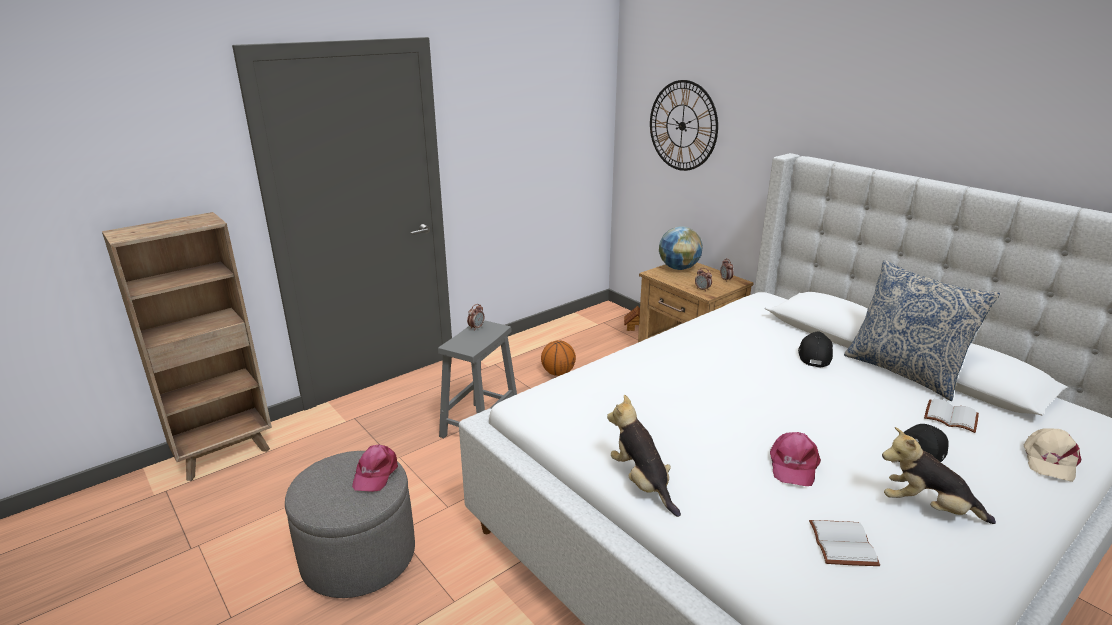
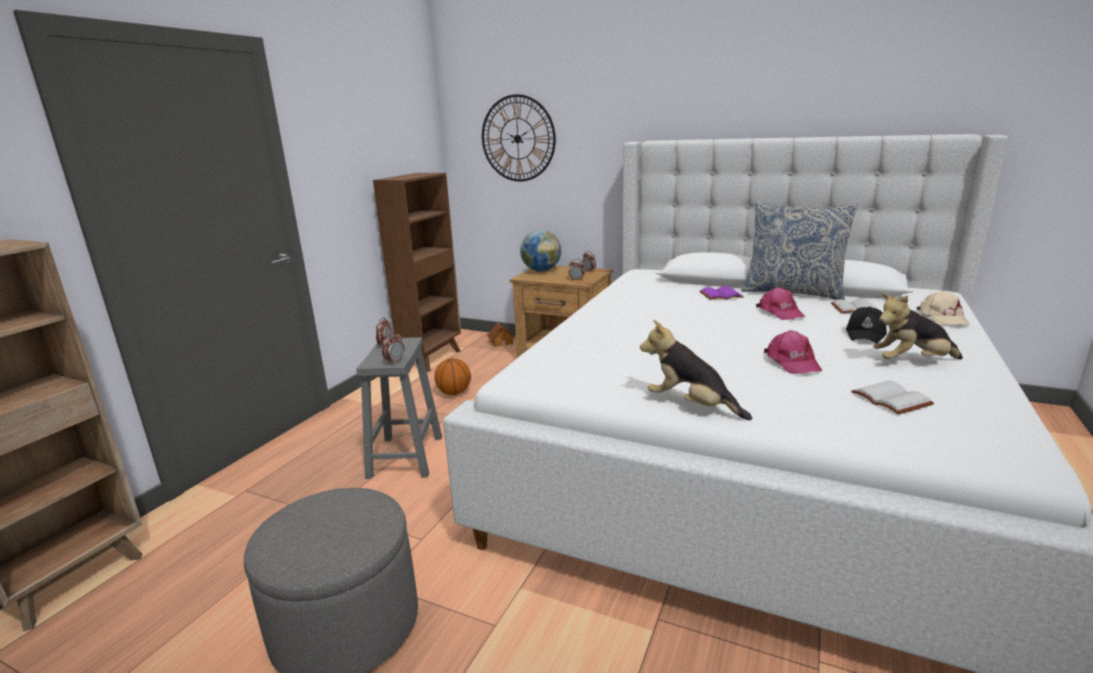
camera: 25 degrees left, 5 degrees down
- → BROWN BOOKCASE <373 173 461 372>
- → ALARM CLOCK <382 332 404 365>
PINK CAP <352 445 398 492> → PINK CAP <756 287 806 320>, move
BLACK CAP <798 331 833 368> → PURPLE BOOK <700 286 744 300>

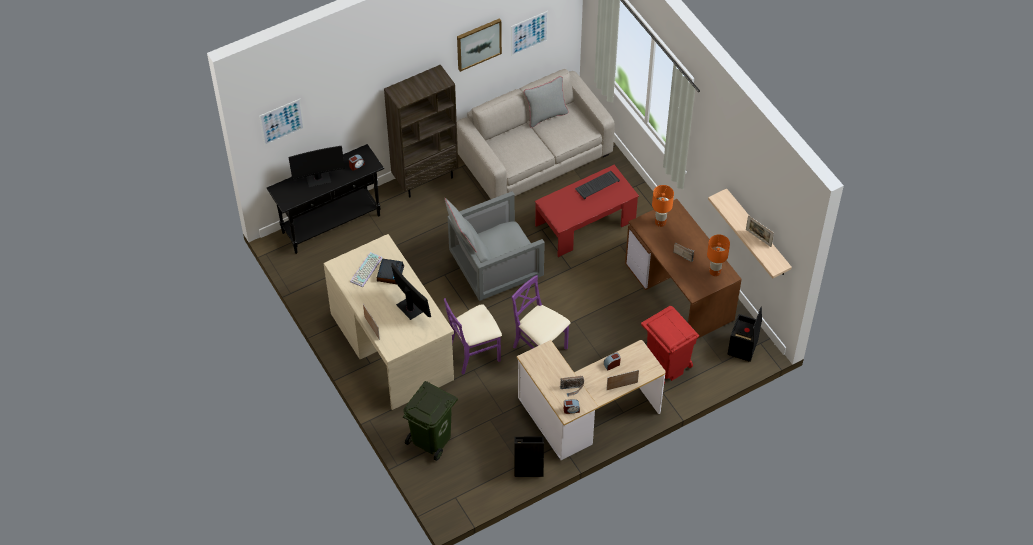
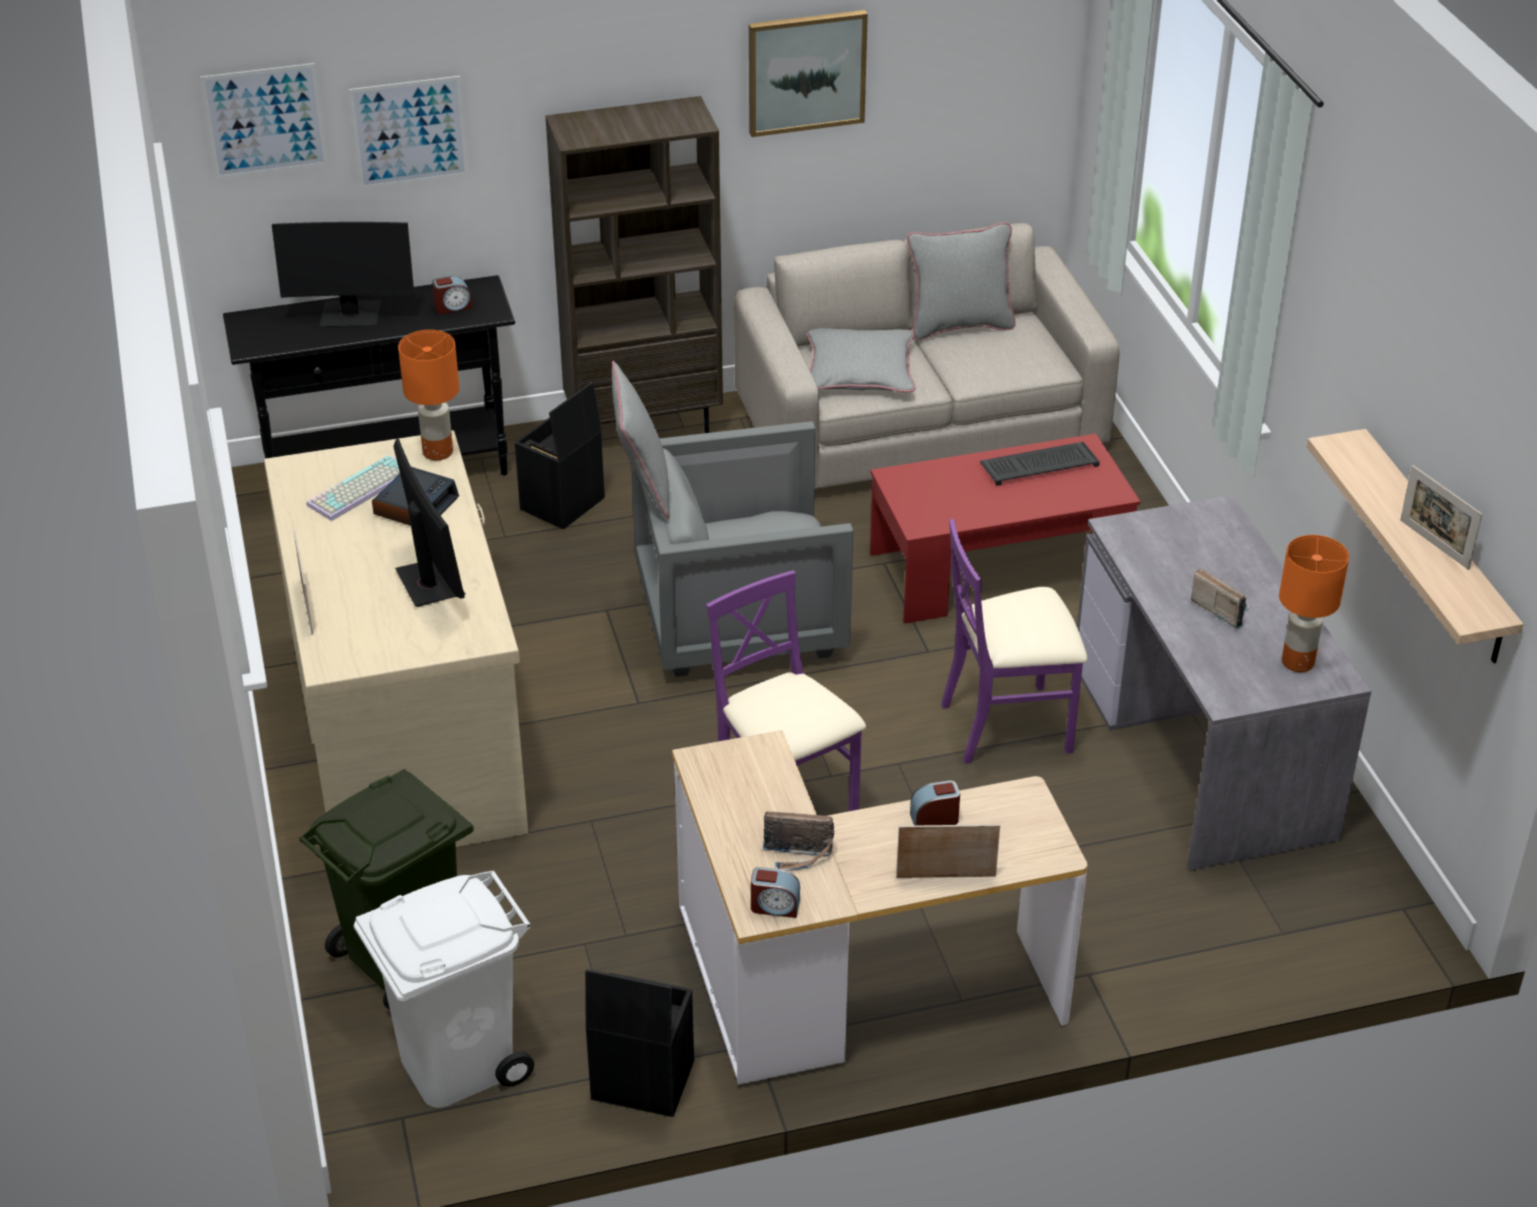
camera: 15 degrees right, 15 degrees down
RED TRASH CAN <641 306 699 384> → -
- → WHITE TRASH CAN <354 871 534 1108>
- → GREY PILLOW <806 328 916 392>
PURPLE CHAIR <444 298 502 375> → PURPLE CHAIR <941 519 1087 764>, move
PICTURE <511 11 548 56> → PICTURE <349 76 469 189>, move
ORANGE TABLE LAMP <652 185 674 227> → ORANGE TABLE LAMP <398 330 459 460>, move
BLACK STORAGE BOX <727 307 762 362> → BLACK STORAGE BOX <515 382 605 530>, move
BROWN DESK <625 199 742 339> → GREY DESK <1077 495 1371 870>

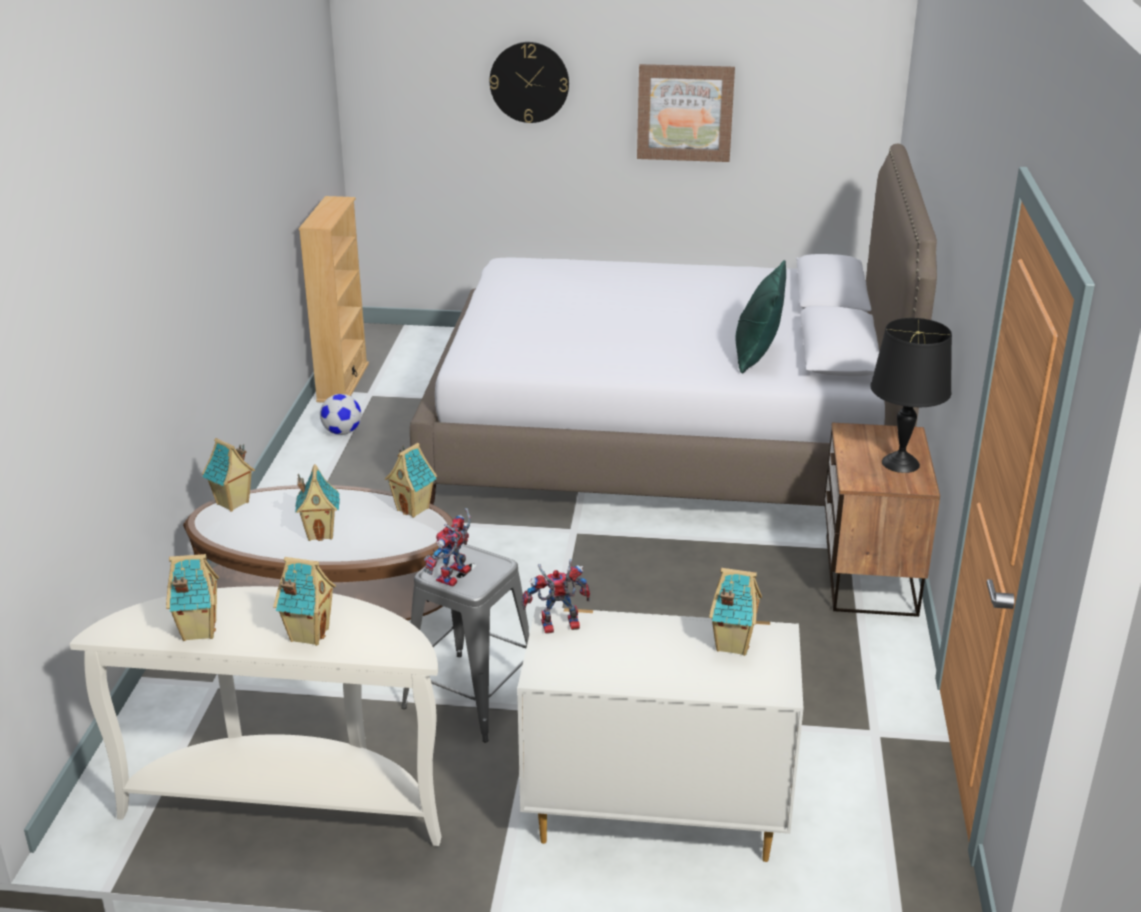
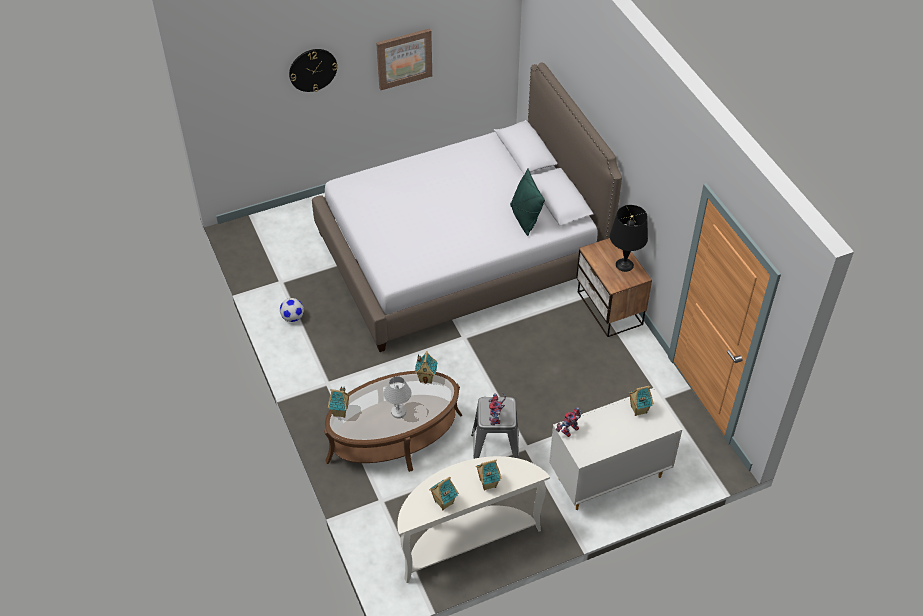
camera: 30 degrees left, 20 degrees up
BEIGE BOOKCASE <299 196 369 403> → -
TOY HOUSE <295 464 340 541> → WHITE TABLE LAMP <384 376 411 418>

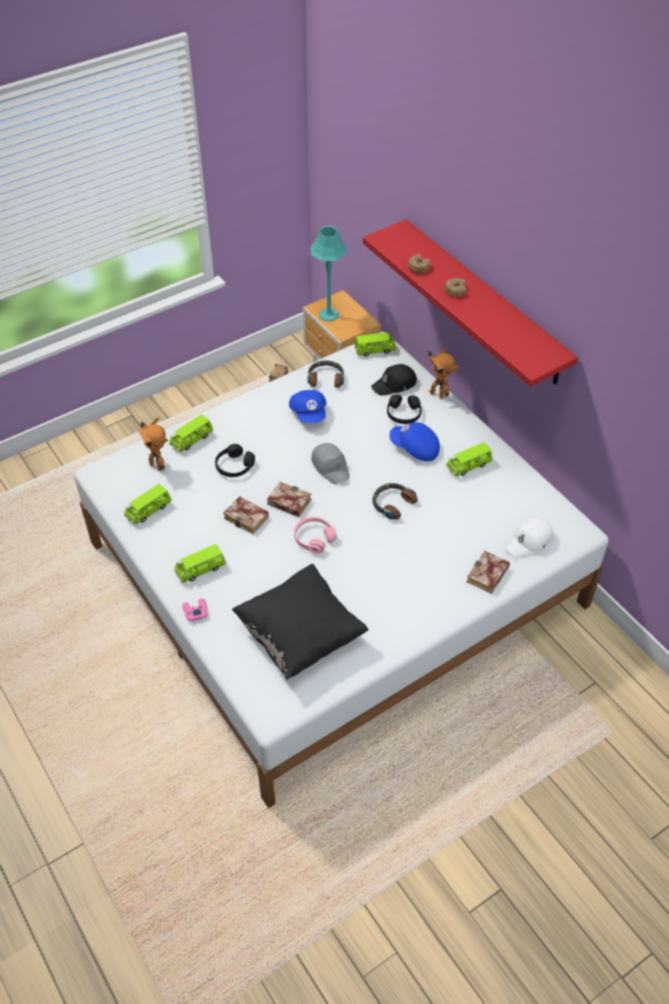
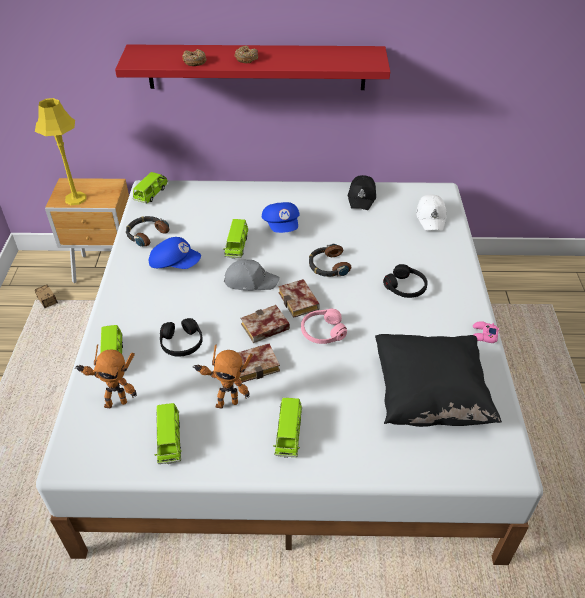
camera: 55 degrees left, 5 degrees down
PINK GAME CONTROLLER <182 598 208 622> → PINK GAME CONTROLLER <473 321 499 343>, move
BLACK CAP <371 364 417 396> → BLACK CAP <348 175 376 210>, move
BLACK HEADPHONES <387 394 422 424> → BLACK HEADPHONES <383 264 428 298>, move
TOY ROBOT <428 347 460 399> → TOY ROBOT <193 344 253 409>, move
GREEN TOY CAR <446 442 492 476> → GREEN TOY CAR <223 219 249 259>, move
BOOK <467 551 510 594> → BOOK <278 279 320 318>, move
TURQUOISE TABLE LAMP <311 226 346 321> → YELLOW TABLE LAMP <35 98 86 205>
BLUE CAP <389 422 440 462> → BLUE CAP <262 202 300 233>, 75 degrees counterclockwise

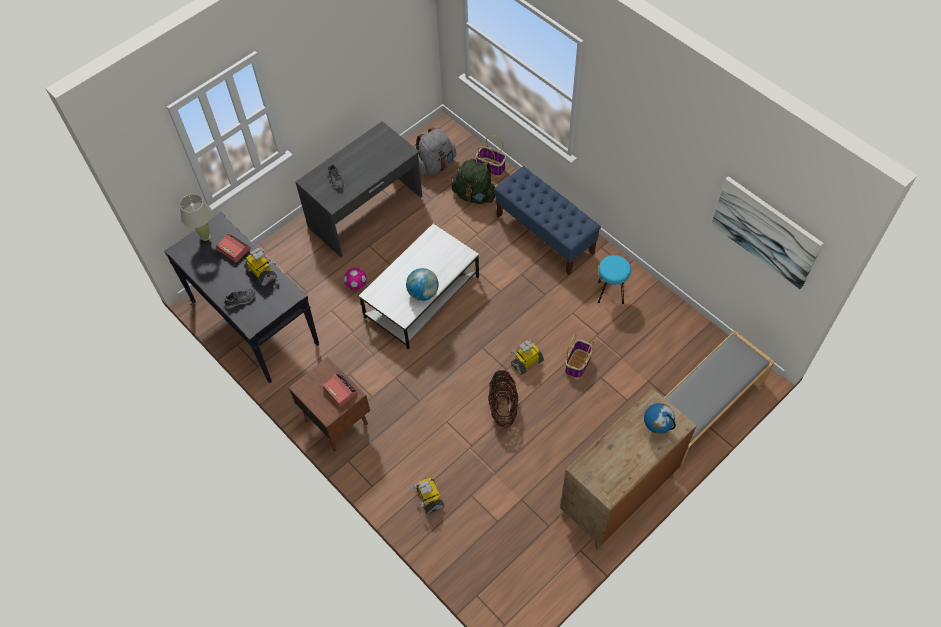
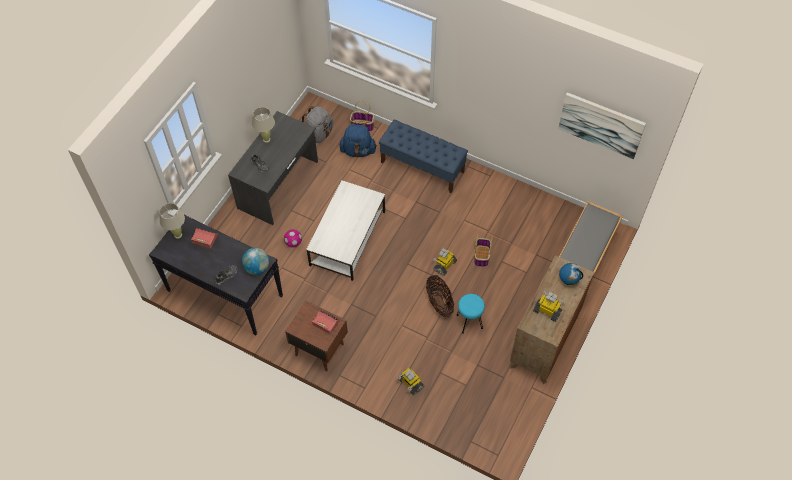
camera: 20 degrees left, 0 degrees up
- → BEIGE TABLE LAMP <252 107 275 143>
TOY ROBOT <244 248 277 286> → TOY ROBOT <533 291 564 322>, move
GLOBE <406 268 439 301> → GLOBE <242 248 269 275>, move
TURQUOISE STOOL <598 255 631 304> → TURQUOISE STOOL <456 294 485 334>, move
GREEN BACKPACK <452 159 496 204> → BLUE BACKPACK <339 123 377 157>

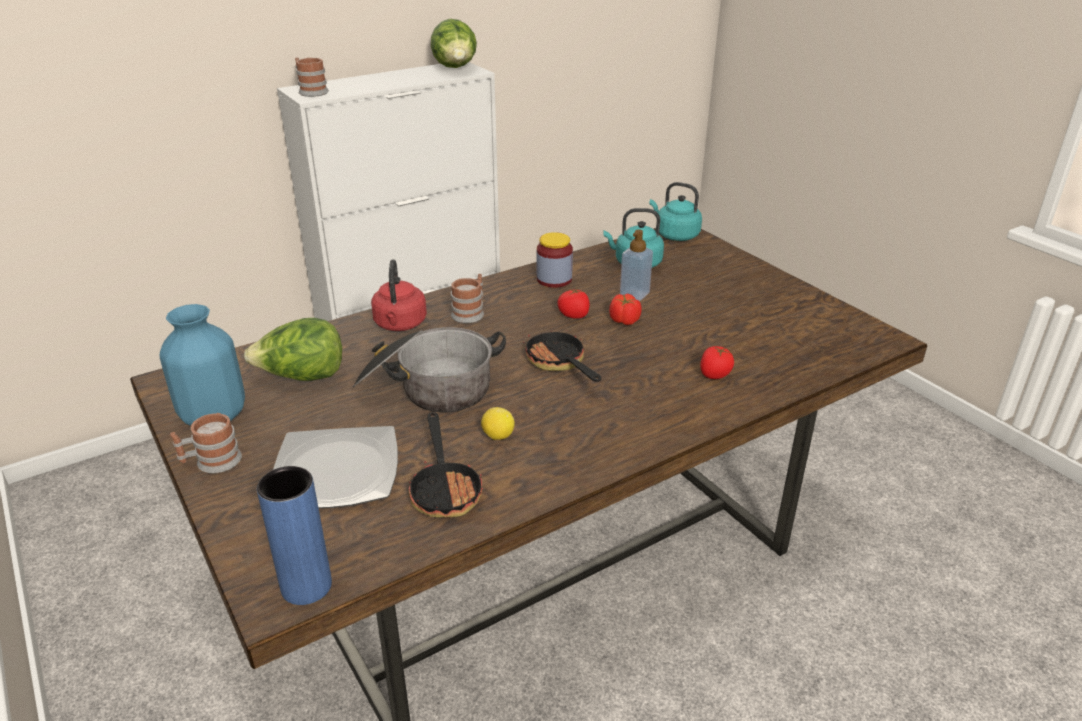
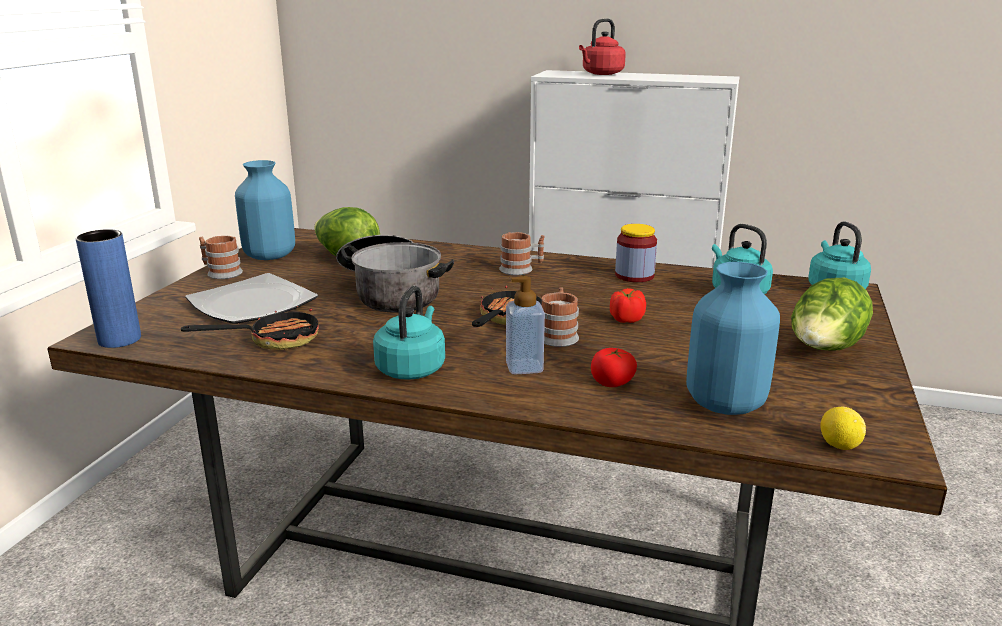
camera: 50 degrees right, 10 degrees down
TOMATO <558 287 590 319> → -
- → TURQUOISE KETTLE <373 286 445 380>
- → BLUE VASE <686 262 780 415>
MUG <295 57 329 97> → MUG <542 287 579 347>, move
RED KETTLE <371 259 427 331> → RED KETTLE <579 18 626 75>, move
LETTUCE <431 19 477 68> → LETTUCE <791 278 873 351>, move
LEMON <481 407 515 440> → LEMON <820 407 866 450>, move
SOAP DISPENSER <620 230 653 301> → SOAP DISPENSER <506 276 545 375>, move
FRYING PAN <408 412 483 518> → FRYING PAN <181 306 319 350>, 150 degrees counterclockwise

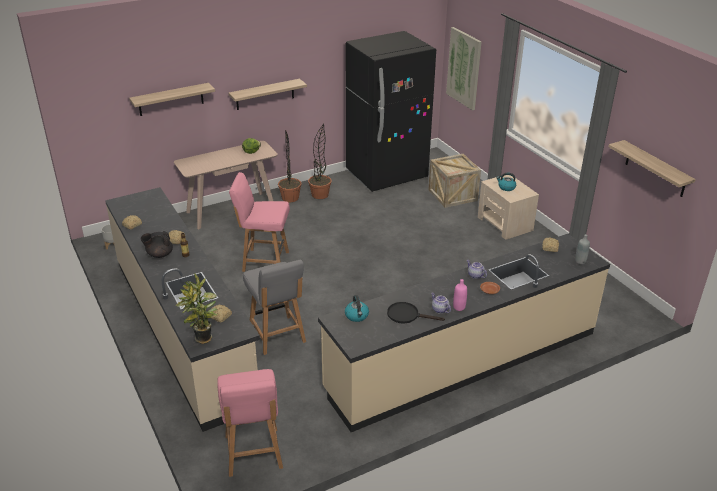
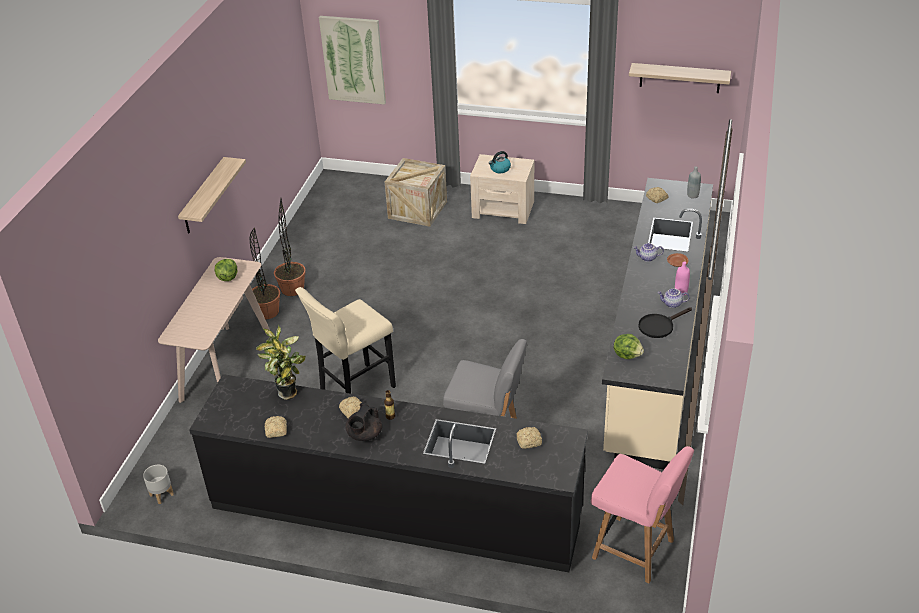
camera: 45 degrees left, 5 degrees up
SHELF <129 83 215 116> → -
BLACK FRIDGE <346 31 436 192> → -
POTTED PLANT <175 273 217 344> → POTTED PLANT <256 325 306 400>, move
PINK CHAIR <229 172 290 272> → BEIGE STOOL <295 287 396 394>
KETTLE <345 295 369 322> → LETTUCE <614 334 644 359>
BEIGE COUNTER <105 187 260 432> → BLACK COUNTER <189 374 588 572>

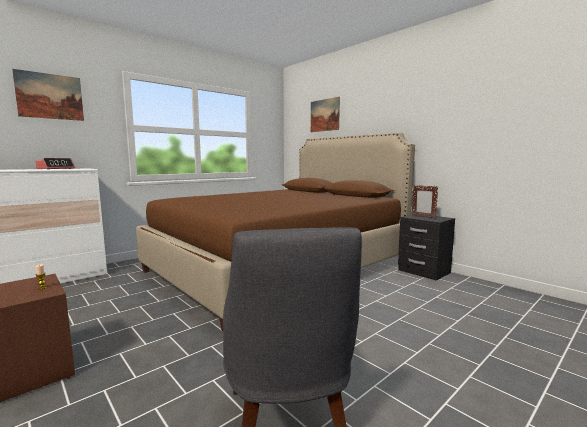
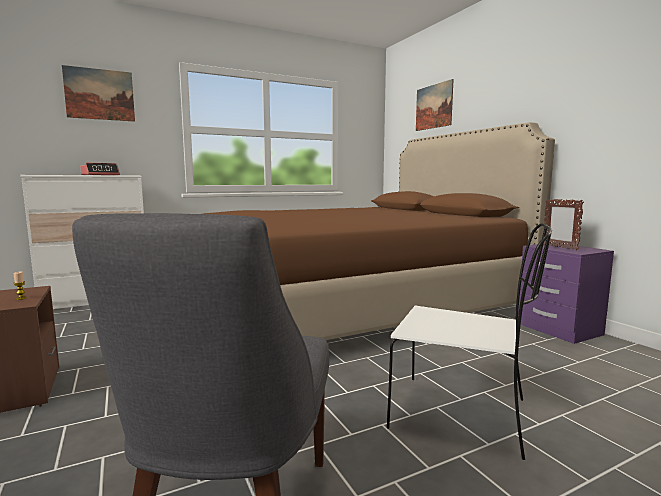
camera: 15 degrees right, 0 degrees up
- → WHITE CHAIR <387 223 552 460>
BLACK NIGHTSTAND <398 214 455 281> → PURPLE NIGHTSTAND <518 243 614 344>

